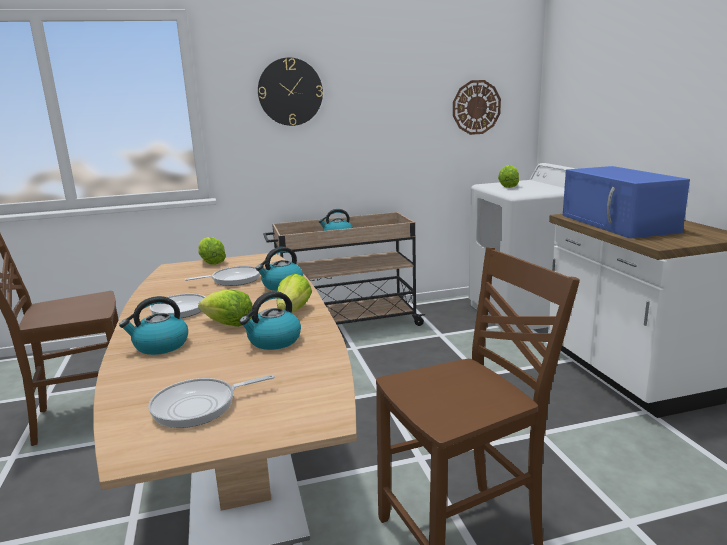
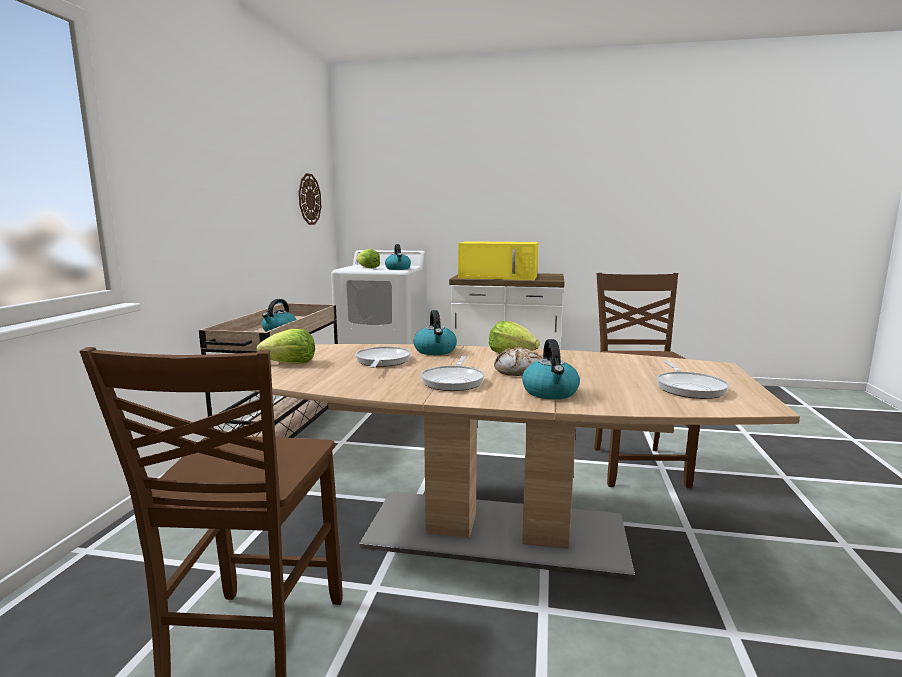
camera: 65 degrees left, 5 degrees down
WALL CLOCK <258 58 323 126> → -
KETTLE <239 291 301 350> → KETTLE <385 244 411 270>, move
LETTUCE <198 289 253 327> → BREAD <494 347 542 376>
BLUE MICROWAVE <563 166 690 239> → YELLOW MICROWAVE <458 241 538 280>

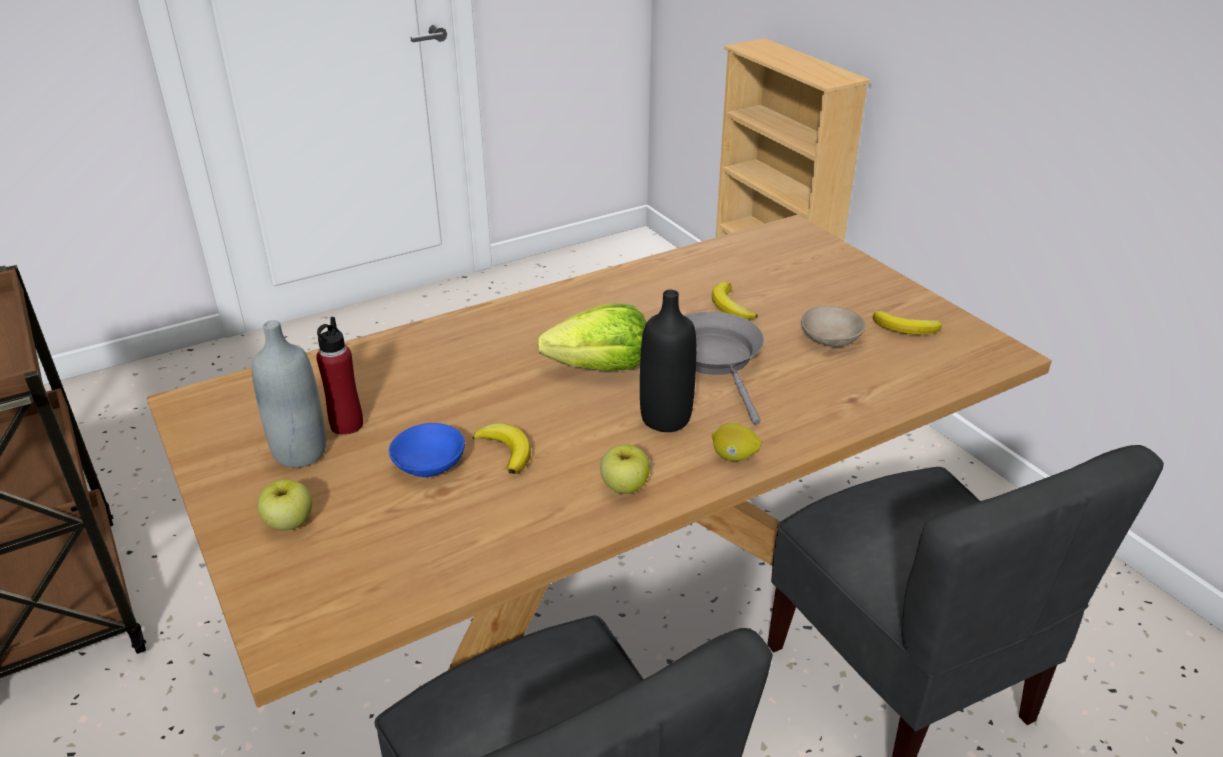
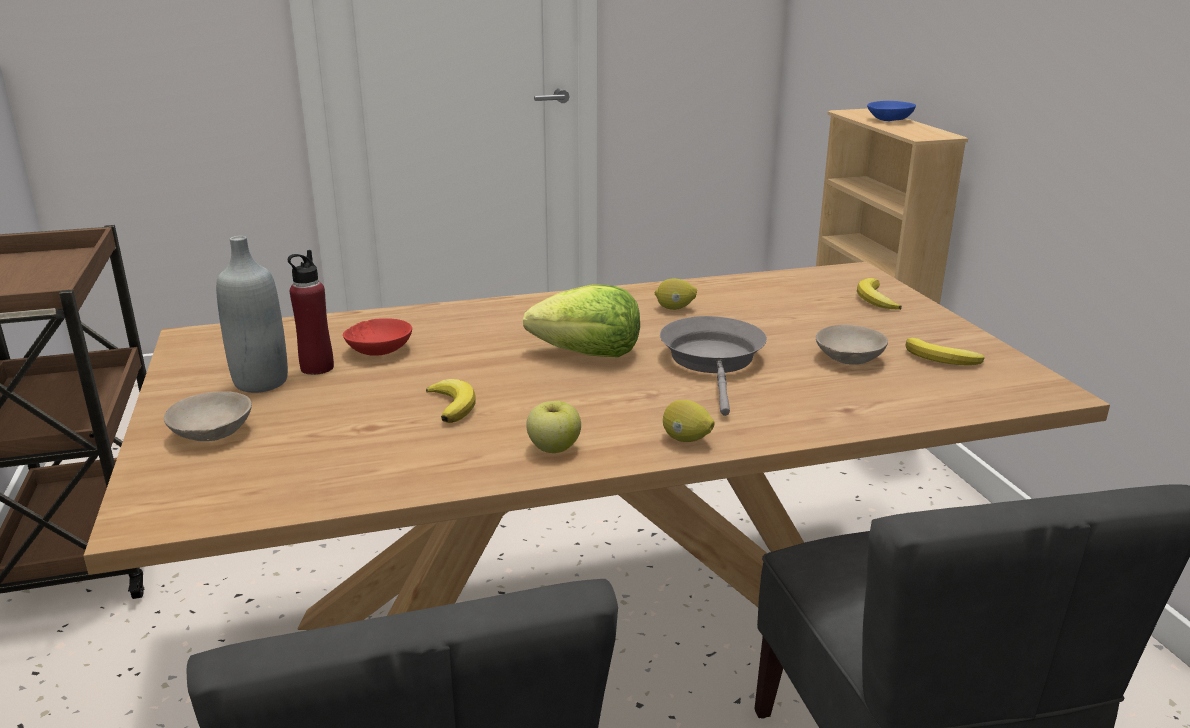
camera: 15 degrees right, 10 degrees down
BLACK BOTTLE <640 290 696 432> → -
- → RED BOWL <343 318 412 356>
- → LEMON <655 278 697 310>
BLUE BOWL <389 423 465 477> → BLUE BOWL <867 101 916 121>, move
BANANA <712 282 758 320> → BANANA <857 278 902 310>, move
APPLE <258 479 312 531> → BEIGE BOWL <164 391 252 441>

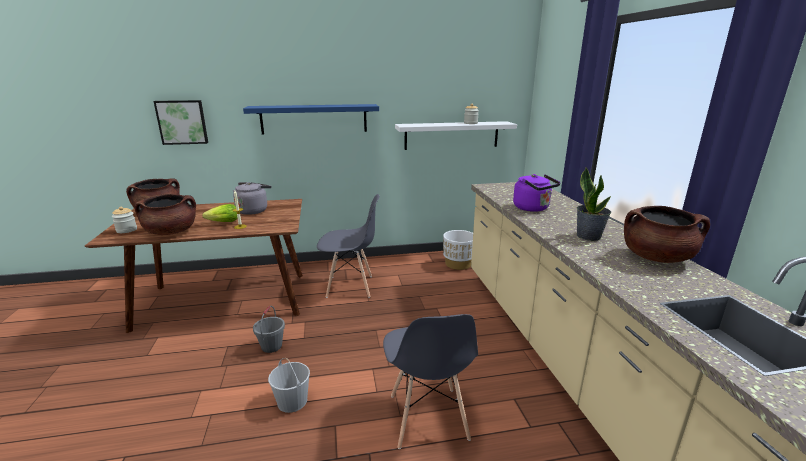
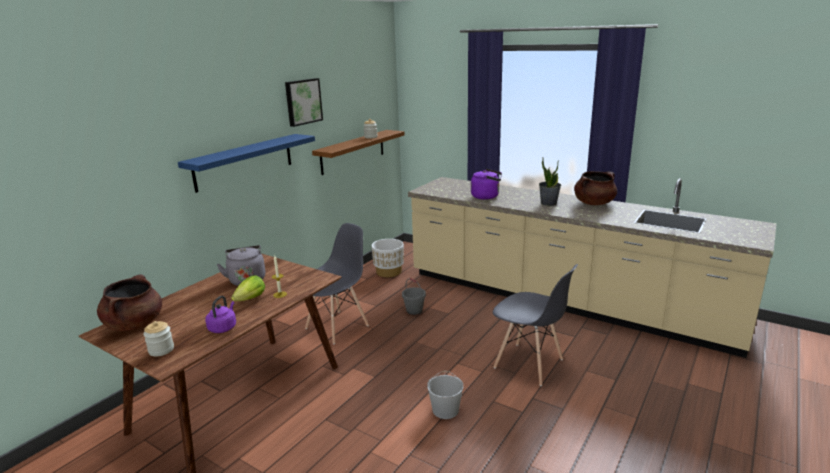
camera: 45 degrees left, 0 degrees up
PICTURE <153 100 208 145> → PICTURE <285 78 323 127>, move
GREY BUCKET <253 306 285 353> → GREY BUCKET <402 278 426 315>, move
BROWN COOKING POT <135 194 196 235> → PURPLE KETTLE <205 296 236 333>
WHITE SHELF <395 121 517 150> → BROWN SHELF <312 130 405 175>

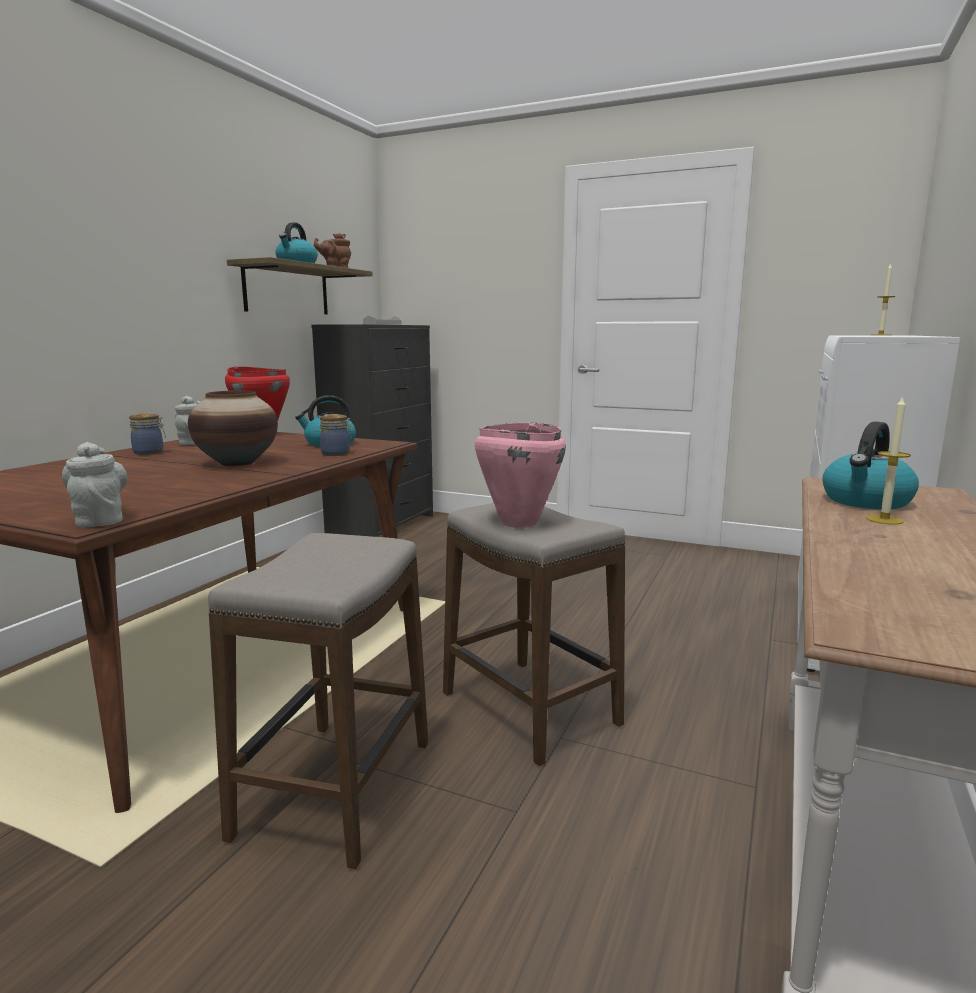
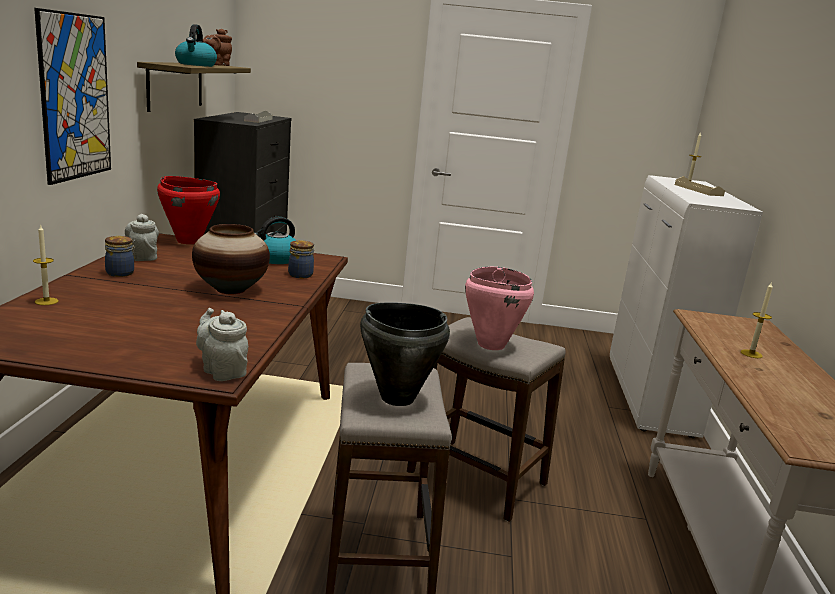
camera: 20 degrees left, 5 degrees up
KETTLE <822 422 919 509> → -
- → CANDLE <33 224 58 305>
- → PICTURE <34 8 111 185>
- → BLACK COOKING POT <360 302 450 406>
- → BEIGE TRAY <675 176 725 196>

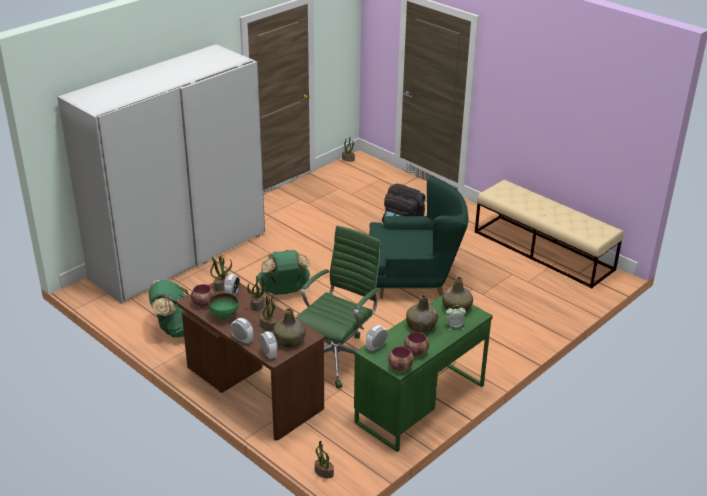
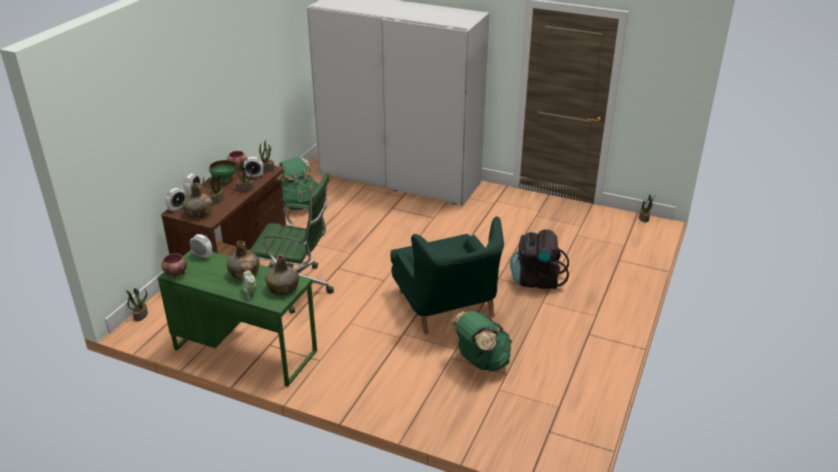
camera: 70 degrees right, 0 degrees up
BOWL <404 332 429 356> → -
BEIGE BENCH <475 180 623 288> → -
GREEN BACKPACK <258 250 310 295> → GREEN BACKPACK <450 311 512 371>, move

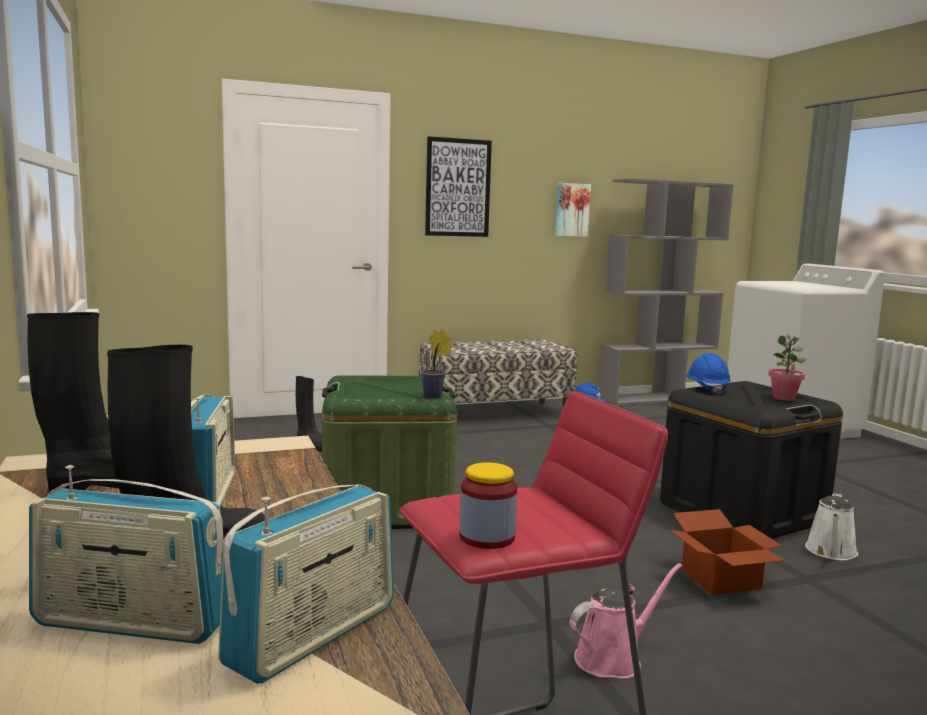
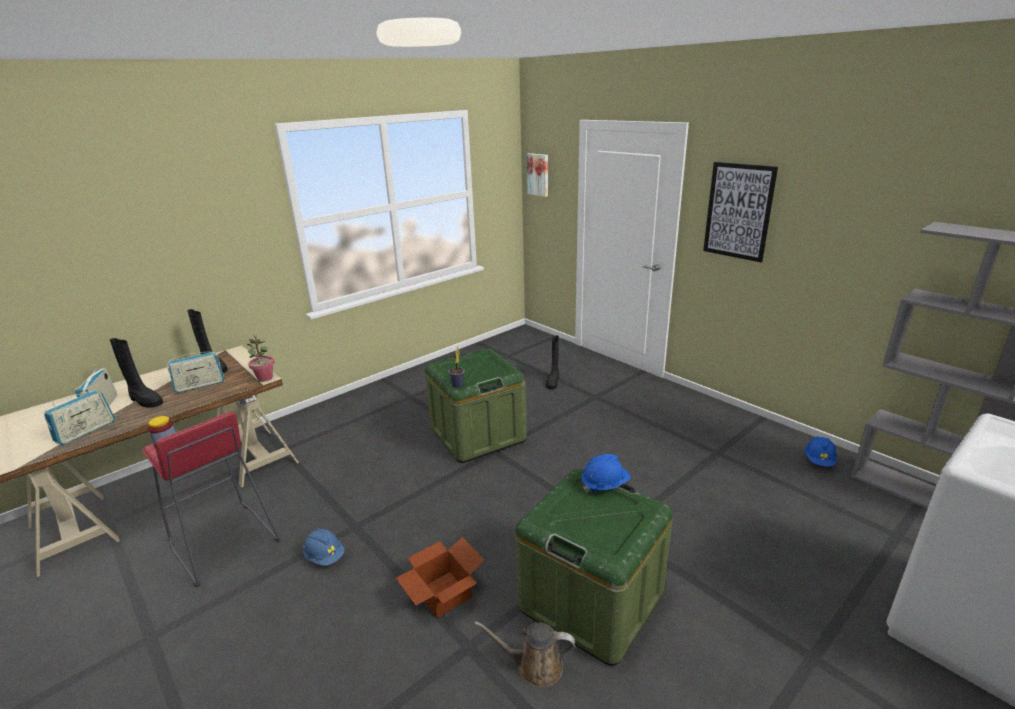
camera: 70 degrees right, 15 degrees up
BENCH <418 339 577 407> → -
PICTURE <555 183 591 237> → PICTURE <527 153 548 197>, move
POTTED PLANT <768 335 806 401> → POTTED PLANT <247 336 275 382>, move
PINK WATERING CAN <570 563 682 679> → BLUE HARD HAT <303 528 345 566>
BLACK STORAGE BOX <660 381 843 539> → GREEN STORAGE BOX <515 469 673 665>
WHITE WATERING CAN <805 493 858 561> → BROWN WATERING CAN <474 621 575 688>
RADIO <218 484 394 684> → RADIO <44 390 115 445>, 75 degrees counterclockwise

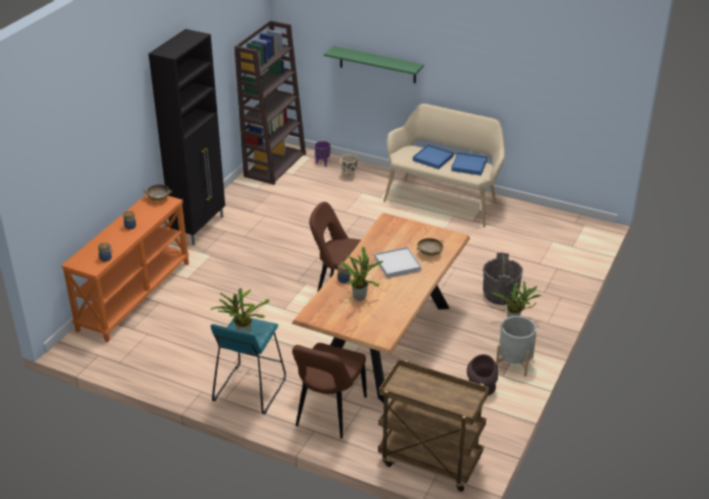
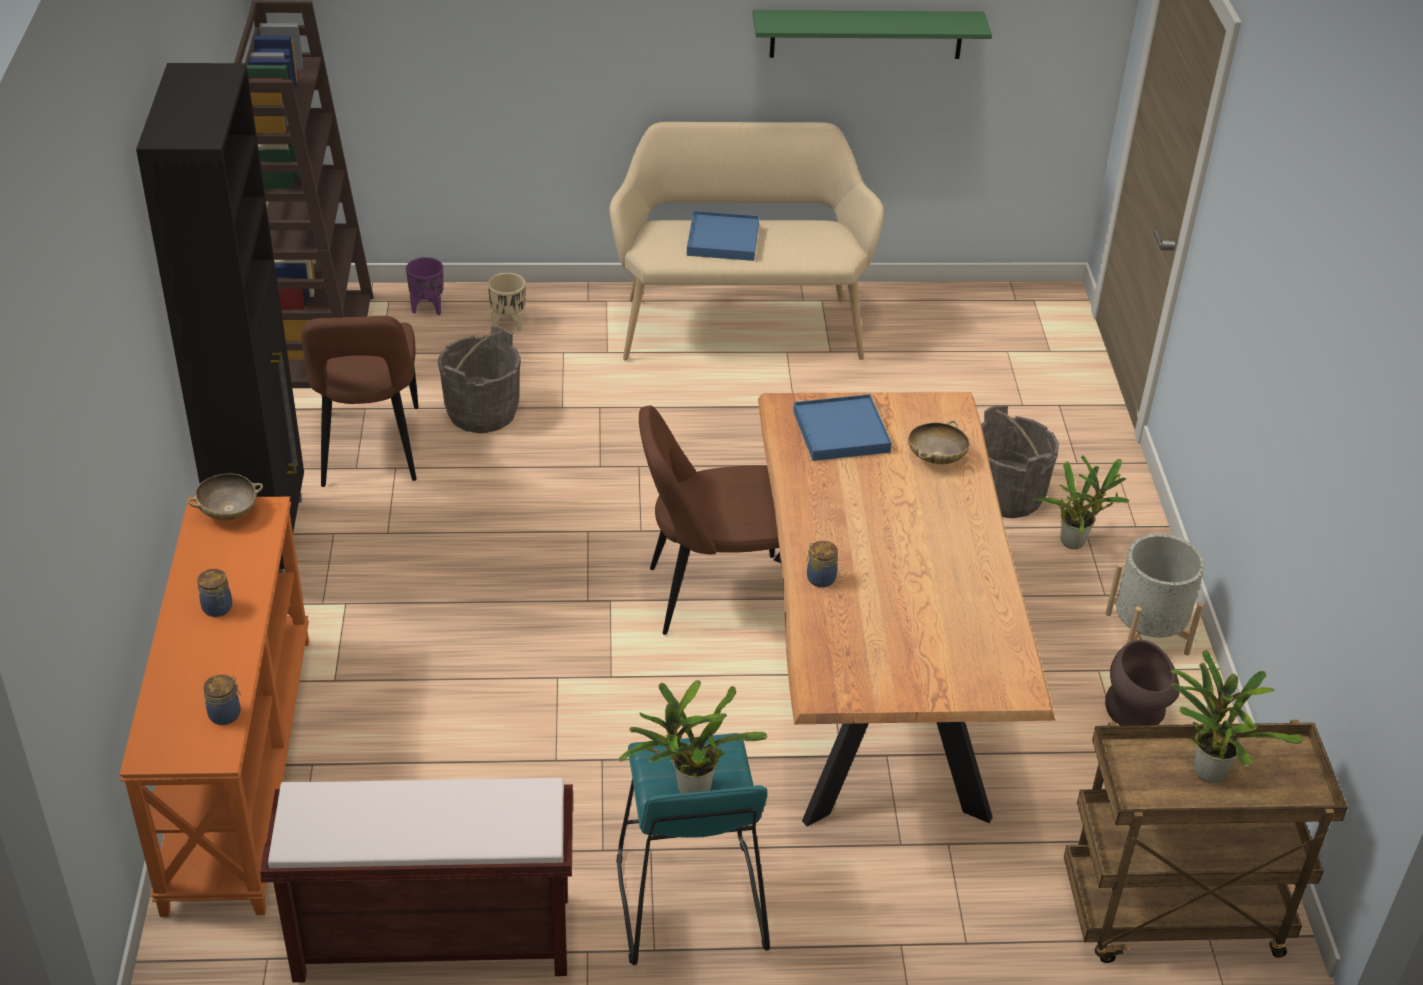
camera: 30 degrees left, 5 degrees up
WHITE TRAY <374 247 421 278> → -
- → BROWN BENCH <260 778 573 983>
- → GREY BUCKET <438 326 521 433>
BROWN CHAIR <292 343 367 439> → BROWN CHAIR <301 316 419 487>, move
GREEN SHELF <324 46 424 83> → GREEN SHELF <753 10 992 59>, move
POTTED PLANT <341 247 383 301> → POTTED PLANT <1170 650 1304 783>, move
BLUE TRAY <451 152 487 176> → BLUE TRAY <793 394 892 461>, move

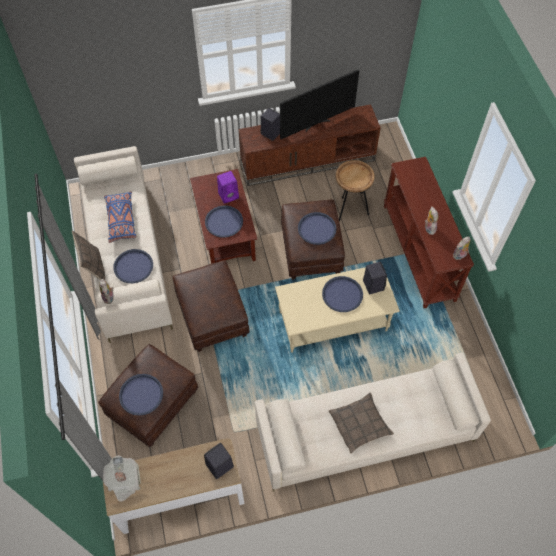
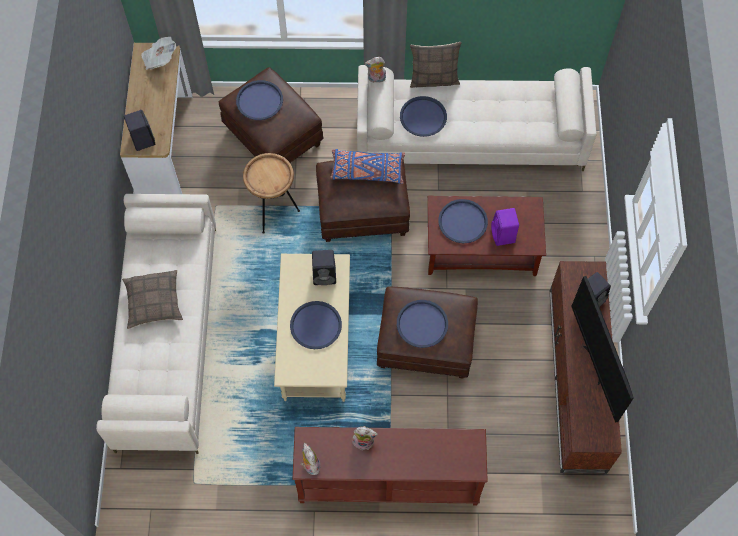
camera: 105 degrees right, 5 degrees up
BLUE PILLOW <104 191 136 243> → BLUE PILLOW <330 149 405 184>, move
BROWN SIDE TABLE <336 160 375 223> → BROWN SIDE TABLE <243 153 300 234>, move
BLACK SPEAKER <363 262 387 294> → BLACK SPEAKER <312 250 336 285>, move

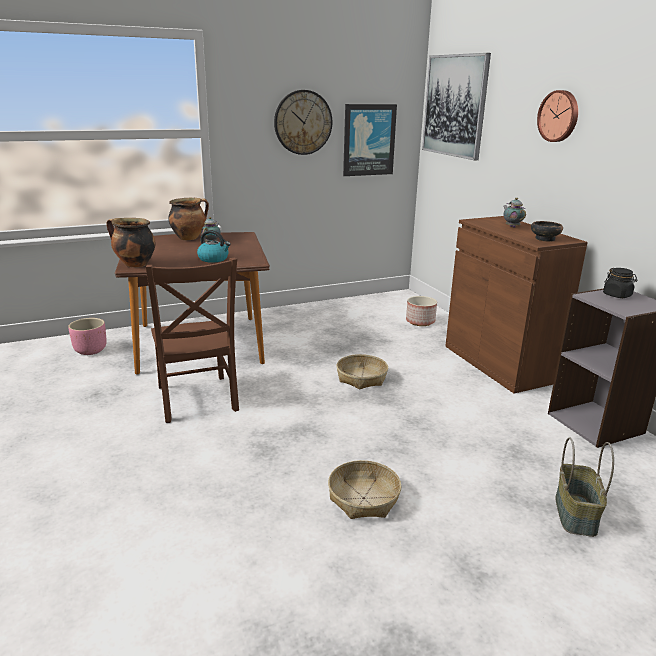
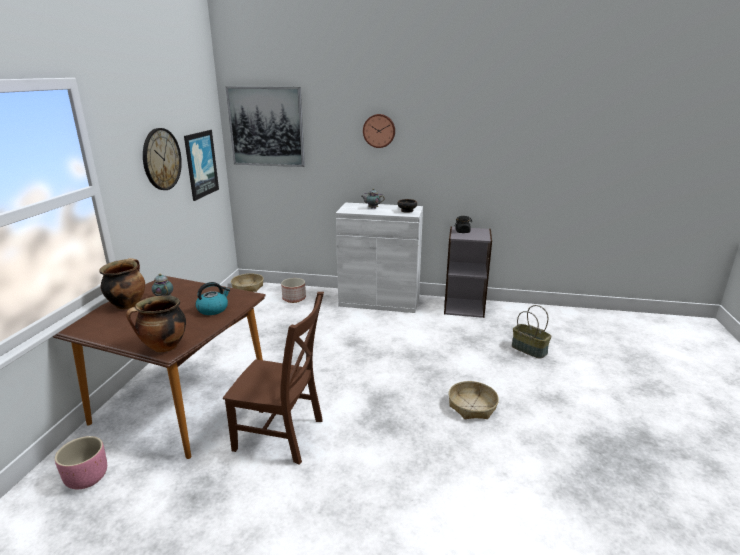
camera: 55 degrees left, 0 degrees up
BASKET <336 354 388 390> → BASKET <231 273 263 292>, move
BROWN CABINET <445 216 588 394> → WHITE CABINET <336 203 423 313>

